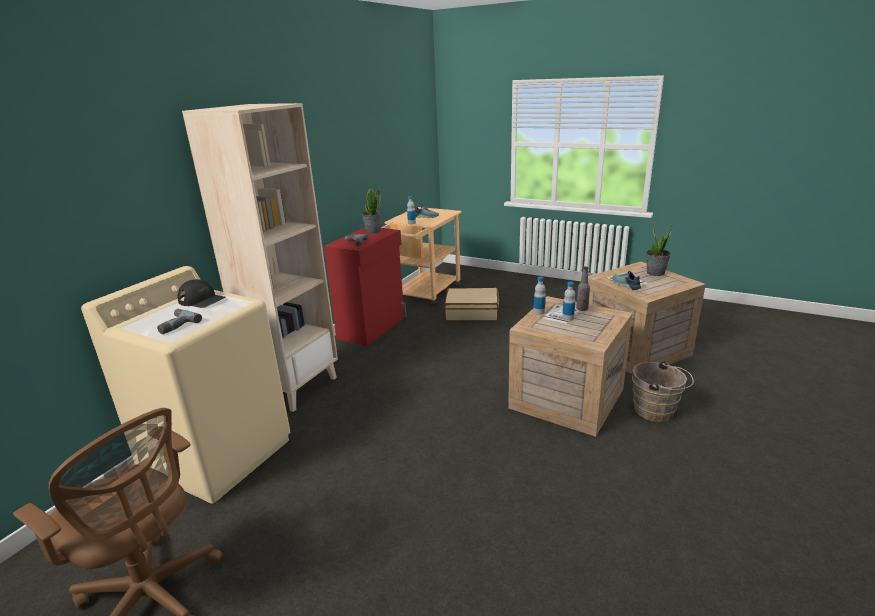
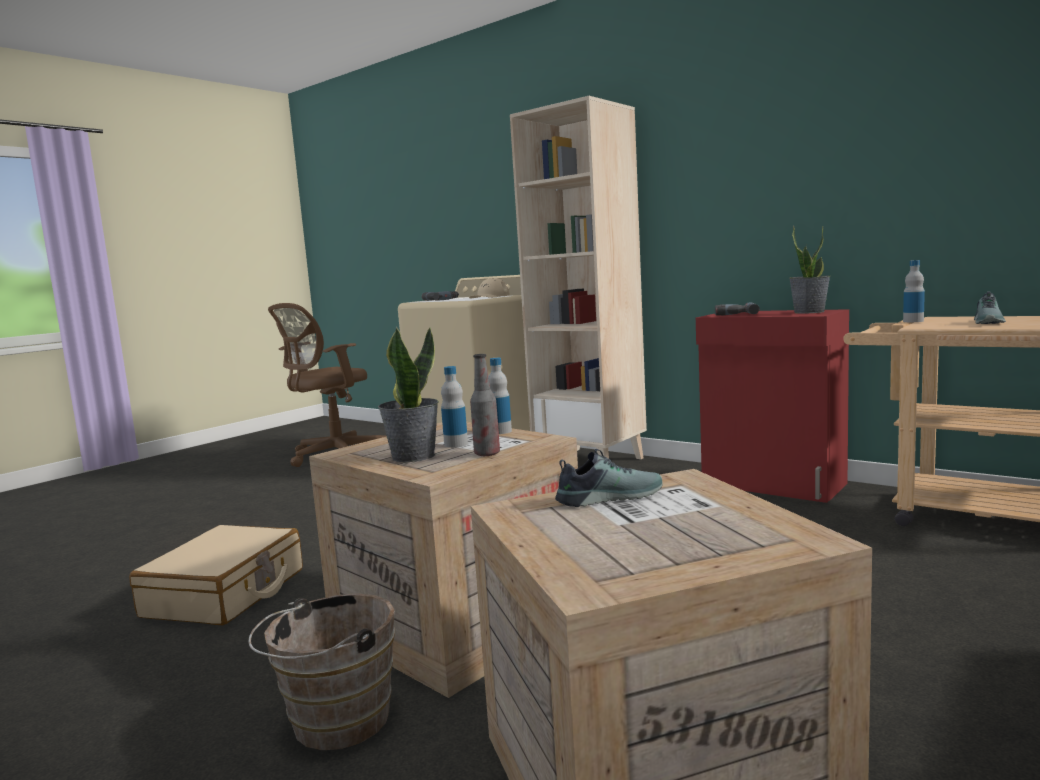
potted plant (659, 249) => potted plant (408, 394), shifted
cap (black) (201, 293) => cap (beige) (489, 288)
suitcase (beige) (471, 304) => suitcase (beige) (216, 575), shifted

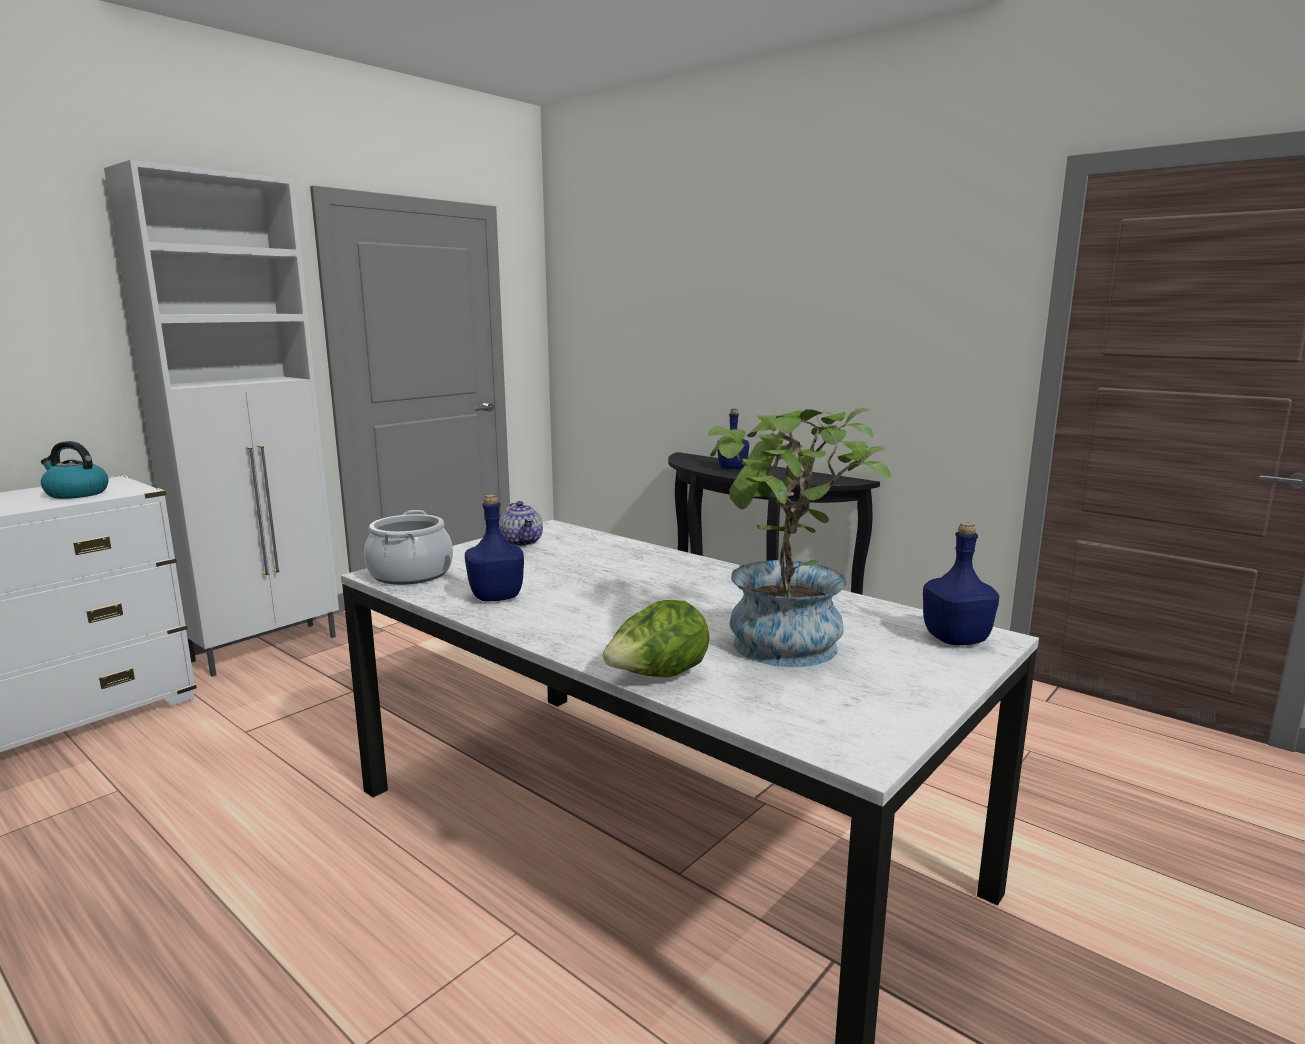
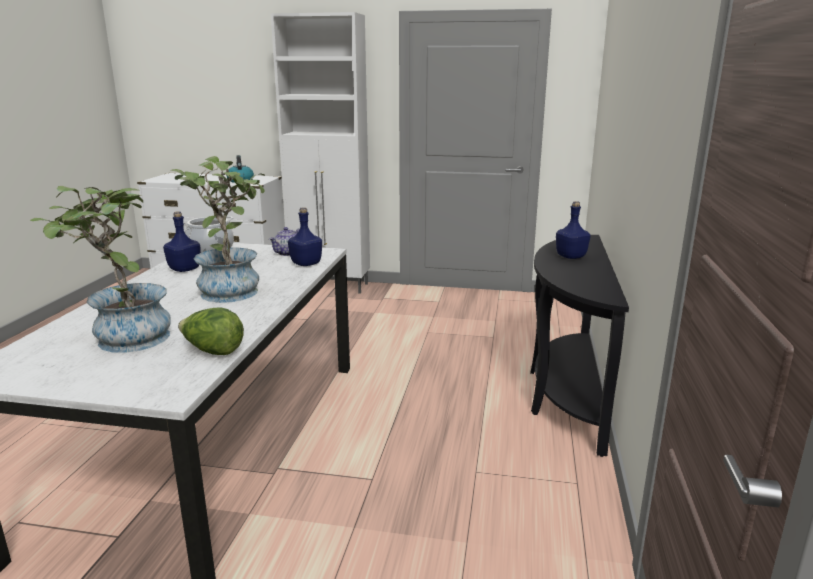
bottle (blue) (961, 583) => bottle (blue) (305, 236), shifted
lettuce (656, 638) => lettuce (211, 331), shifted
nothing => potted plant (217, 229)

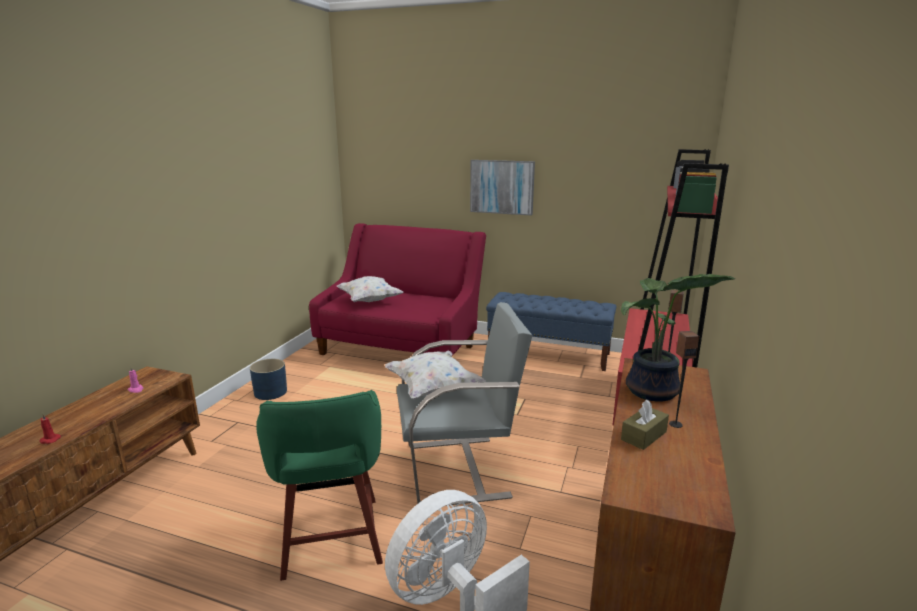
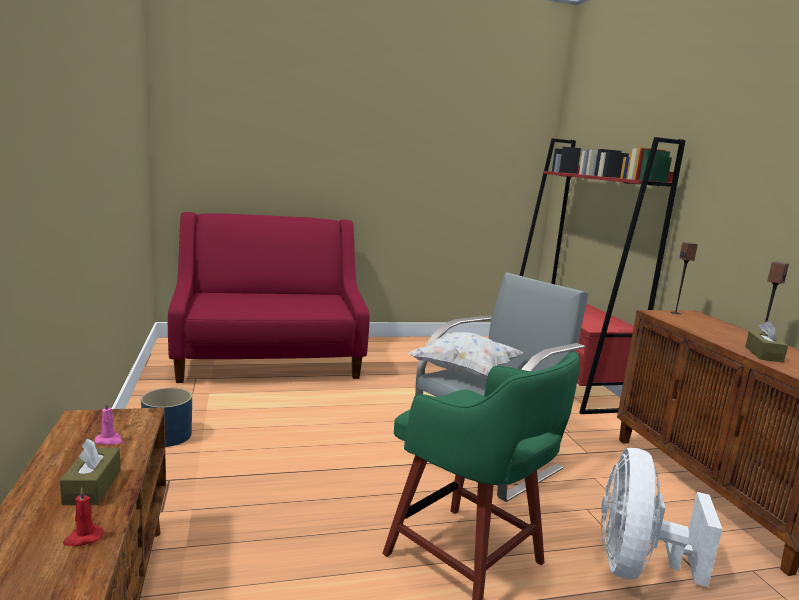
picture (502, 188) => nothing
potted plant (678, 338) => nothing
pillow (white) (370, 289) => nothing
bench (blue) (551, 331) => nothing
nothing => tissue box (brown) (90, 471)

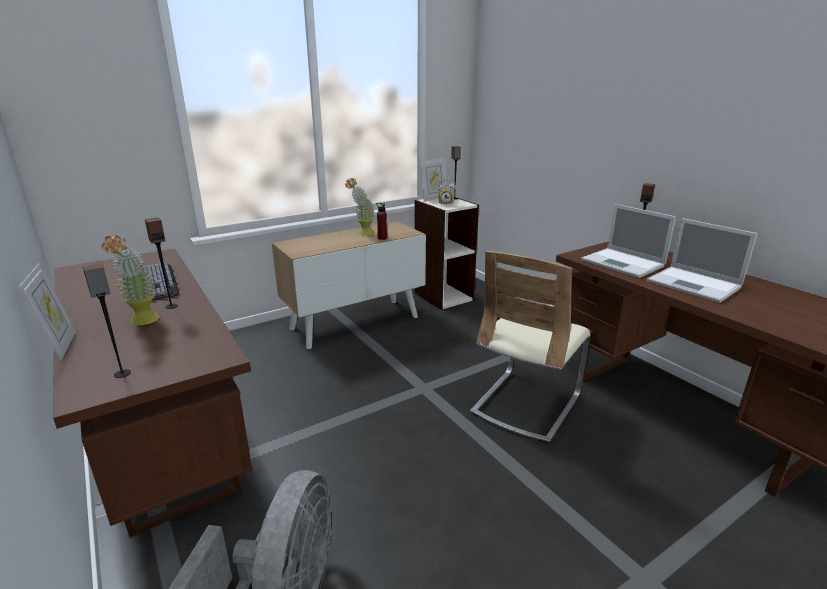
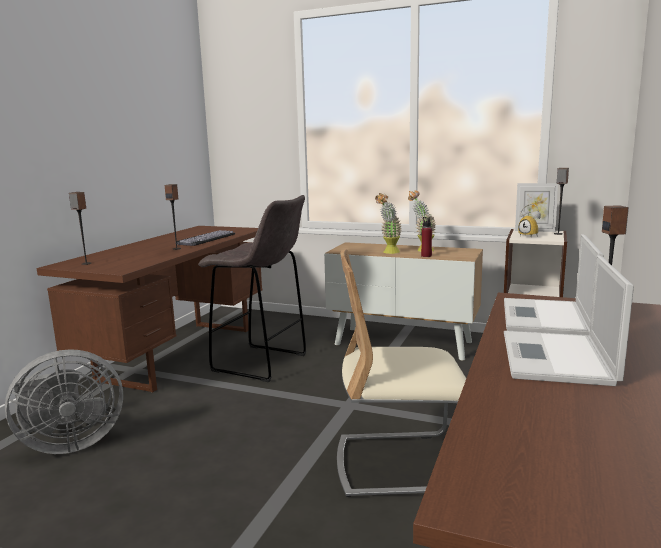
potted plant (130, 280) => potted plant (388, 223), shifted
picture frame (47, 312) => nothing
nothing => stool (grey) (252, 288)

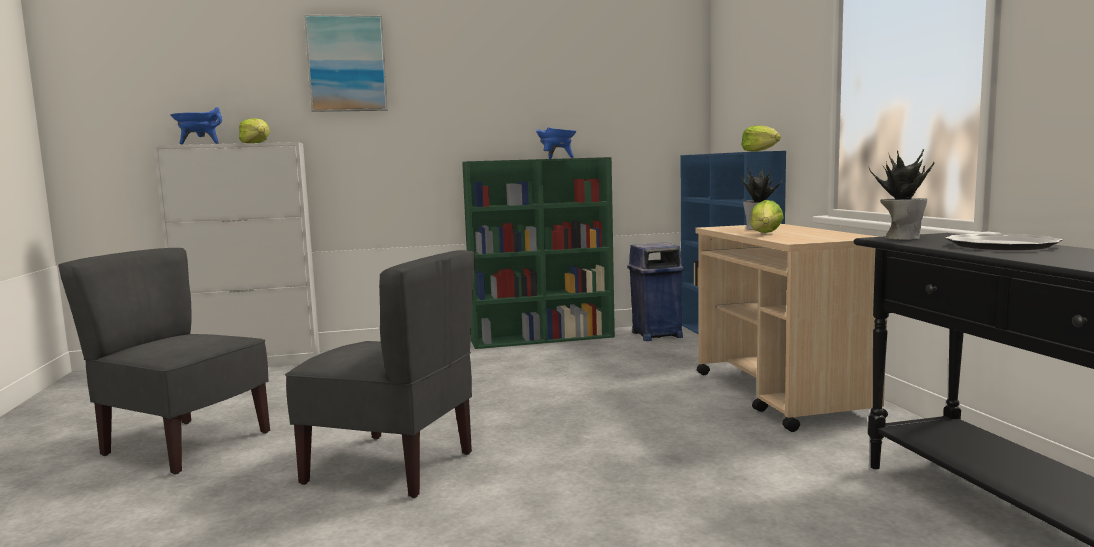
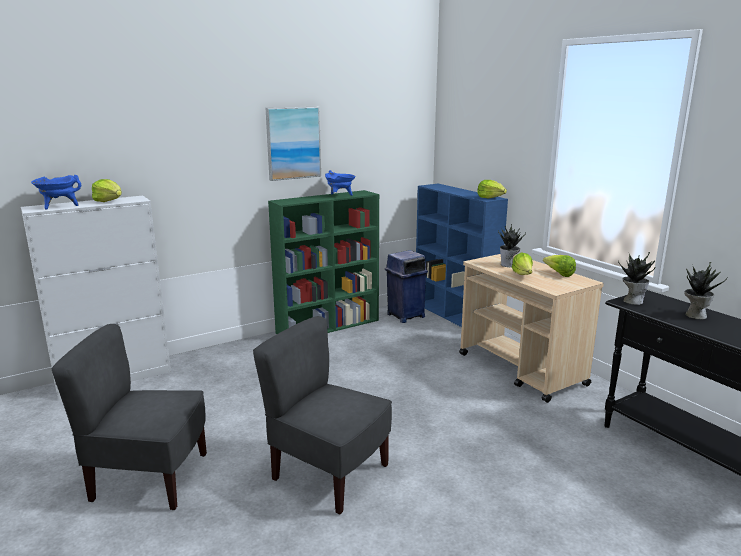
picture (346, 63) => picture (293, 144), shifted
plate (1003, 241) => potted plant (706, 290)
chair (grey) (380, 374) => chair (grey) (322, 415), 150 degrees counterclockwise
nothing => lettuce (559, 266)

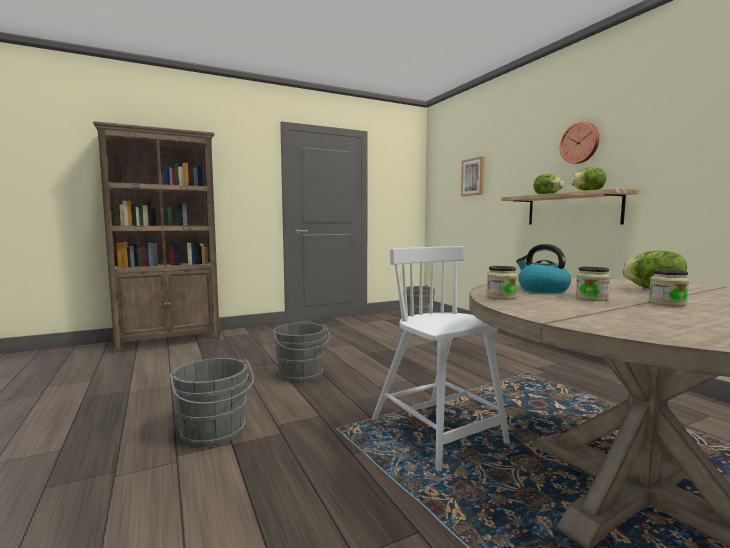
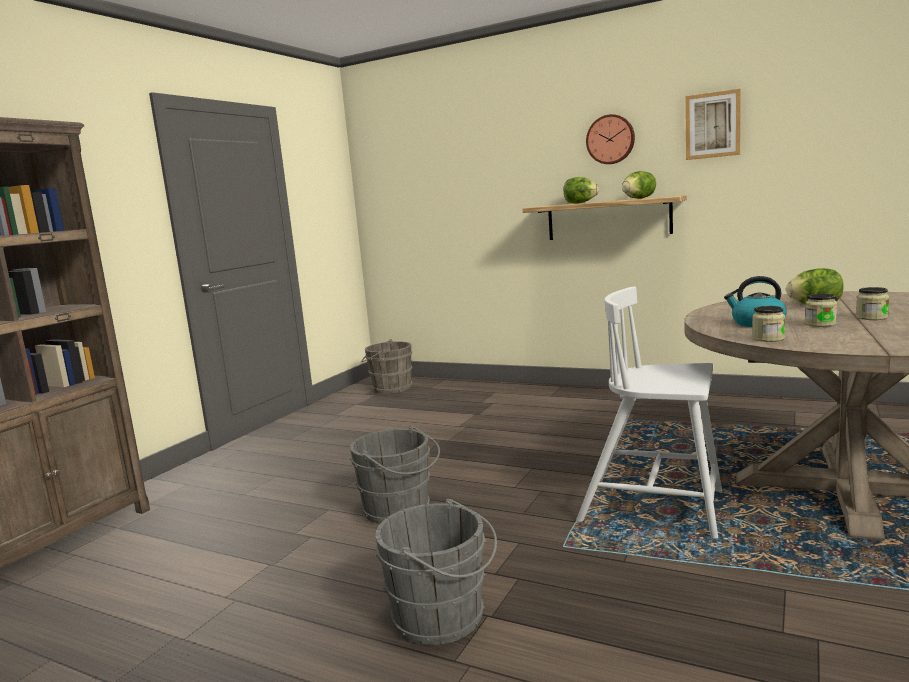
picture (472, 176) => picture (713, 124), shifted

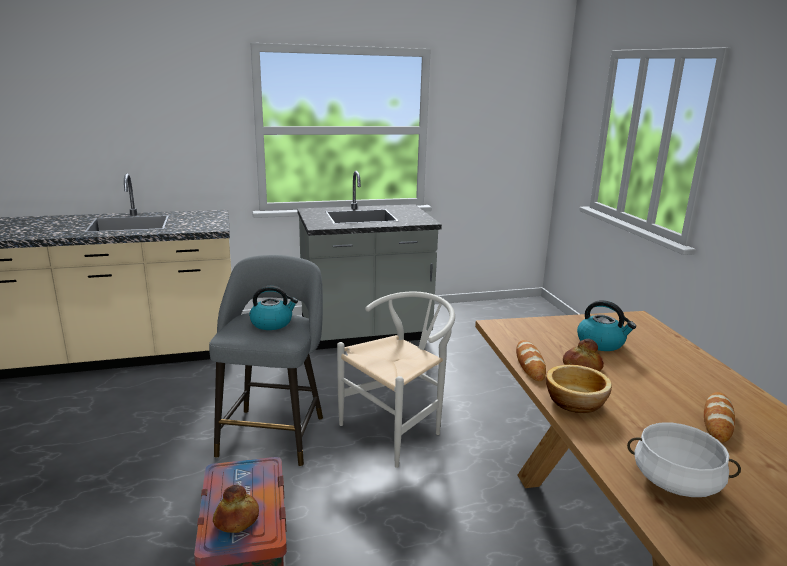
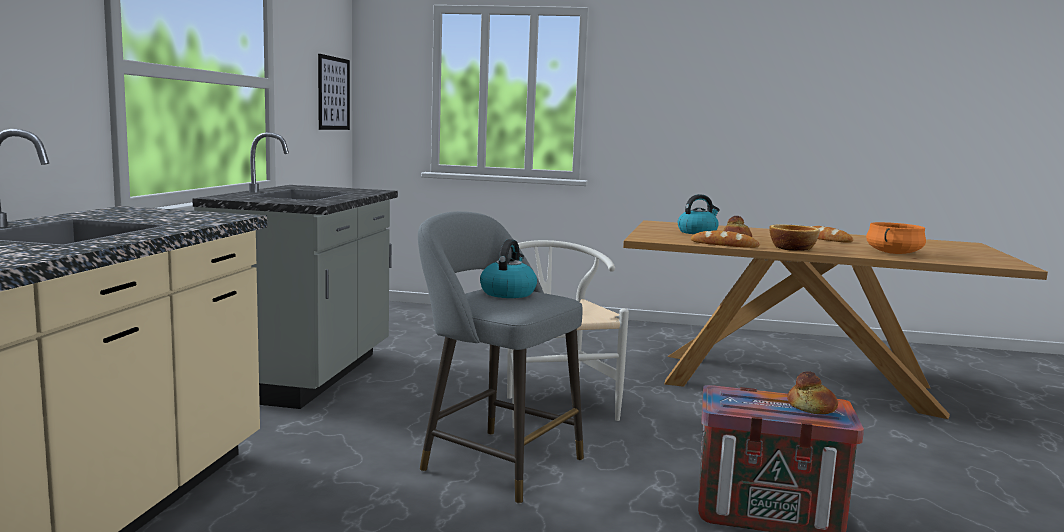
cooking pot (white) (684, 459) => cooking pot (orange) (896, 238)
nothing => picture (334, 92)

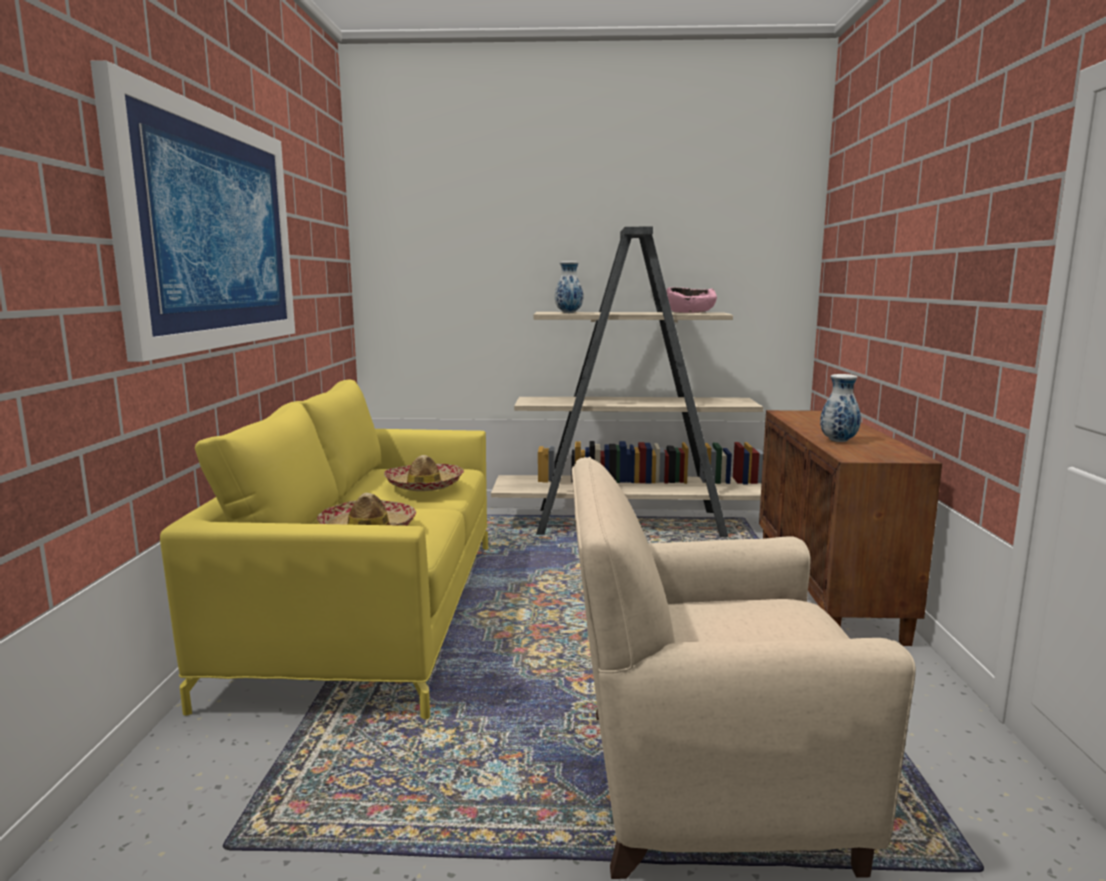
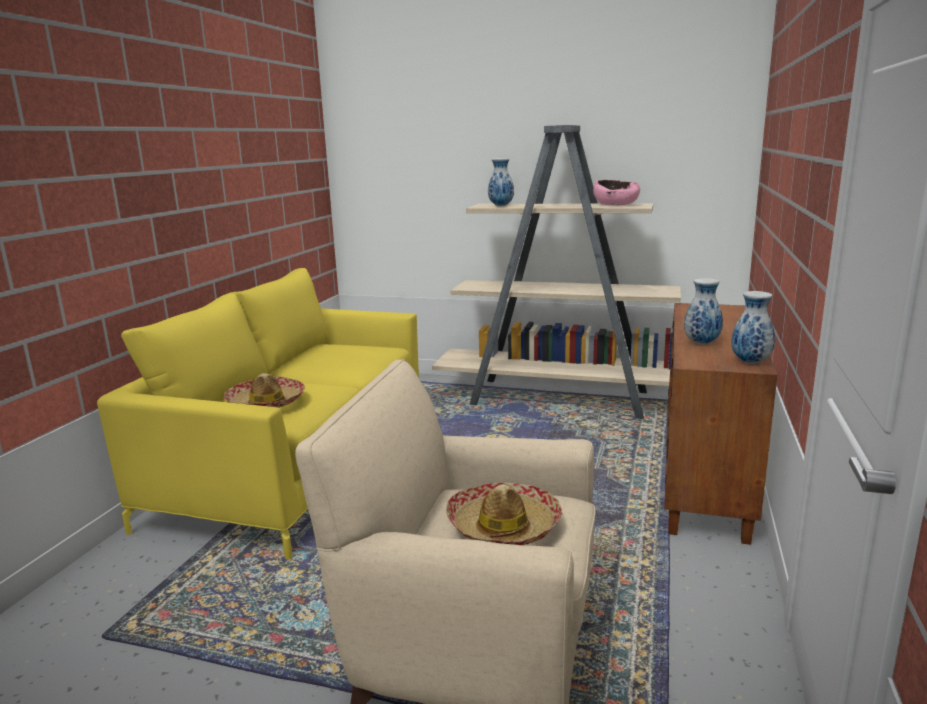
picture (192, 211) => nothing
hat (424, 473) => hat (504, 513), shifted
nothing => vase (753, 327)

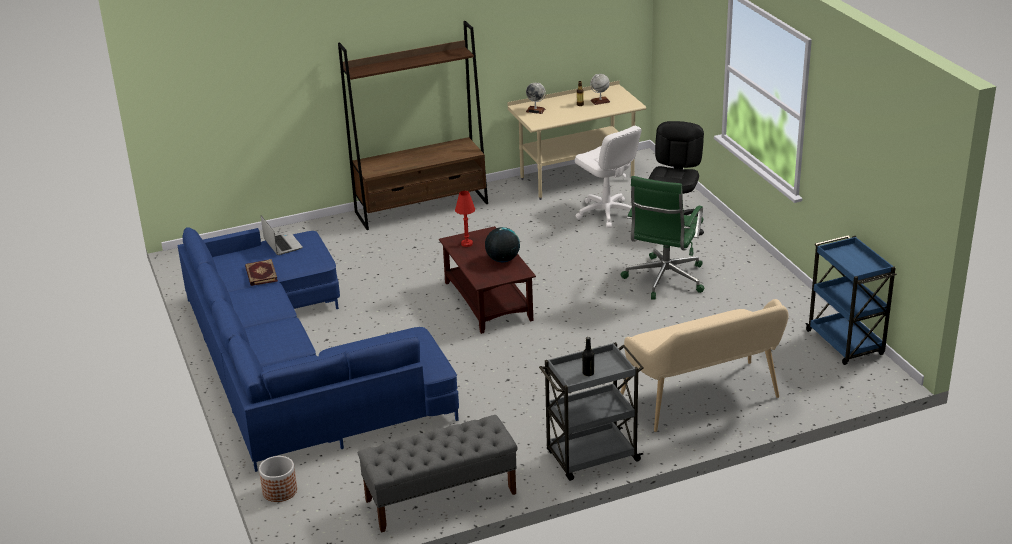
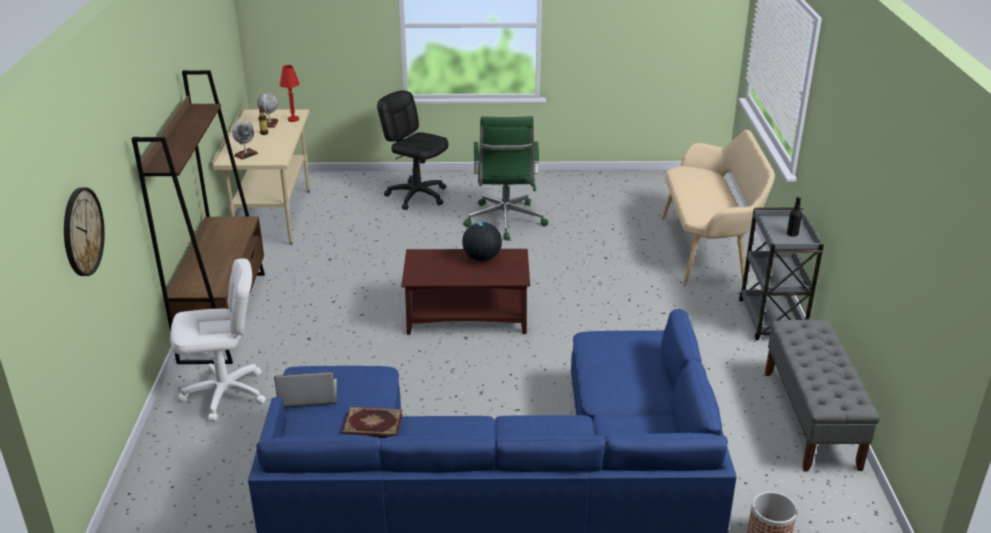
office chair (white) (608, 177) => office chair (white) (218, 340), shifted
office chair (green) (663, 238) => office chair (green) (505, 178), 45 degrees clockwise
table lamp (red) (465, 219) => table lamp (red) (290, 93), shifted
cart (blue) (851, 300) => nothing
nothing => wall clock (84, 231)

